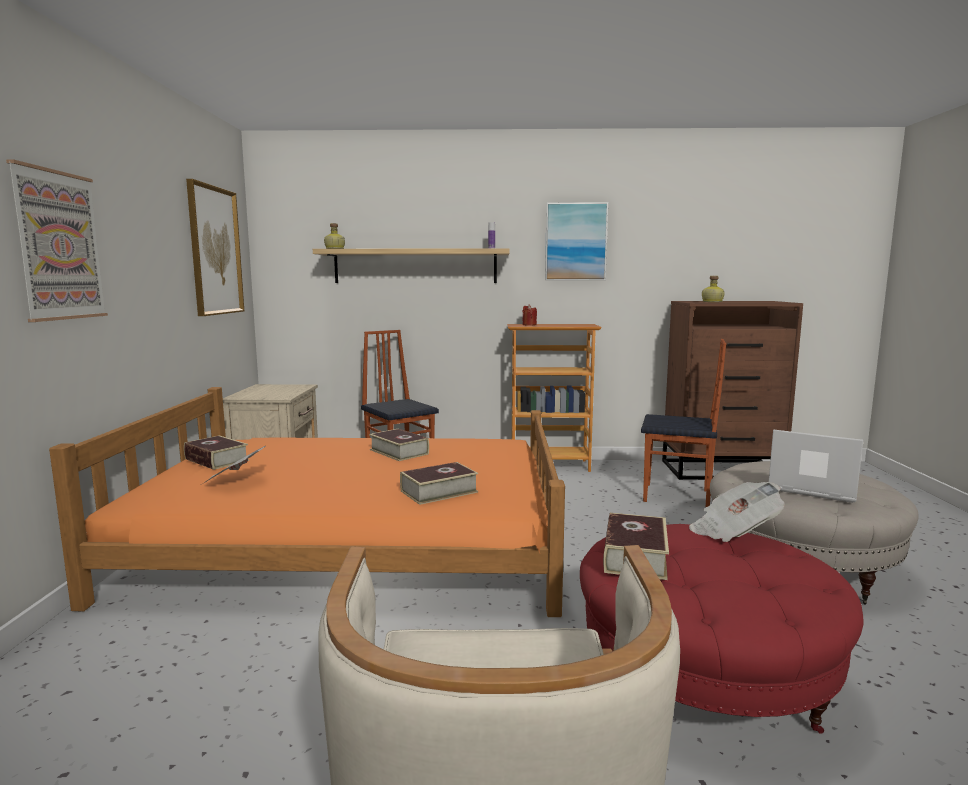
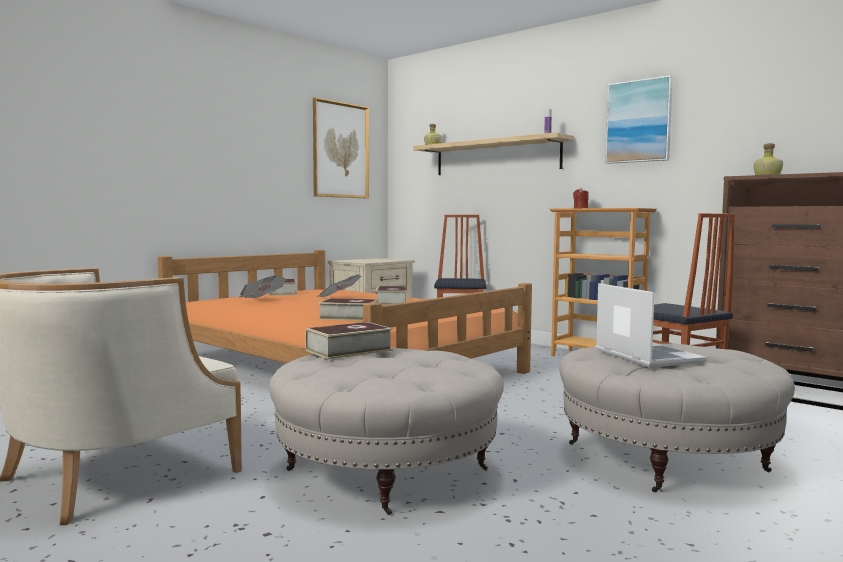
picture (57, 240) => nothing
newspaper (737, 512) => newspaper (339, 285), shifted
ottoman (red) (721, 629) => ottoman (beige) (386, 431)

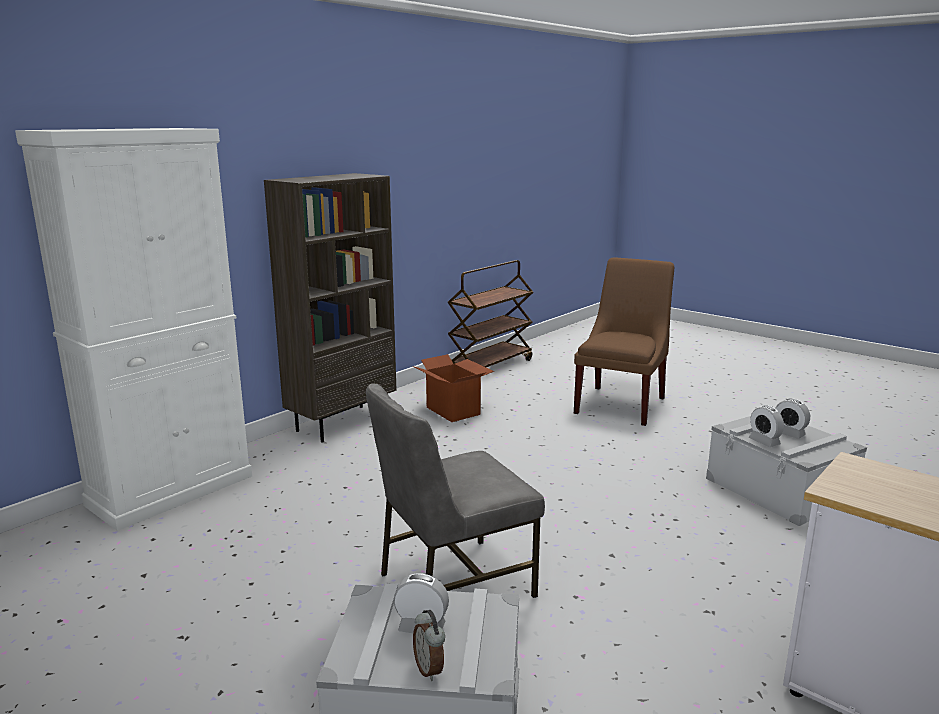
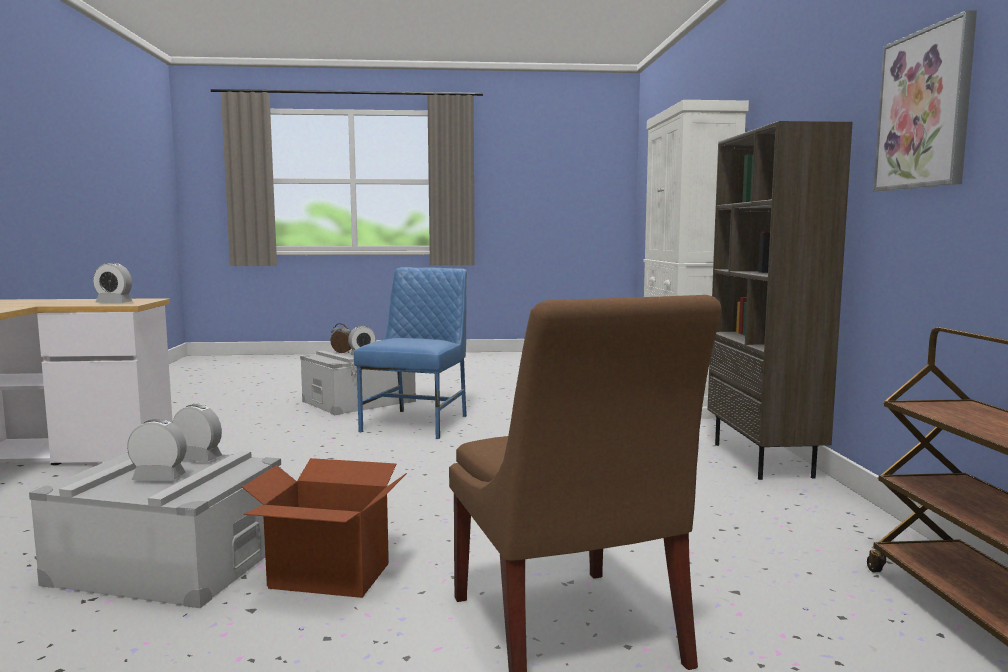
cardboard box (453, 388) => cardboard box (324, 528), shifted
chair (grey) (455, 490) => chair (blue) (410, 353)
nothing => picture (925, 101)
nothing => alarm clock (112, 283)

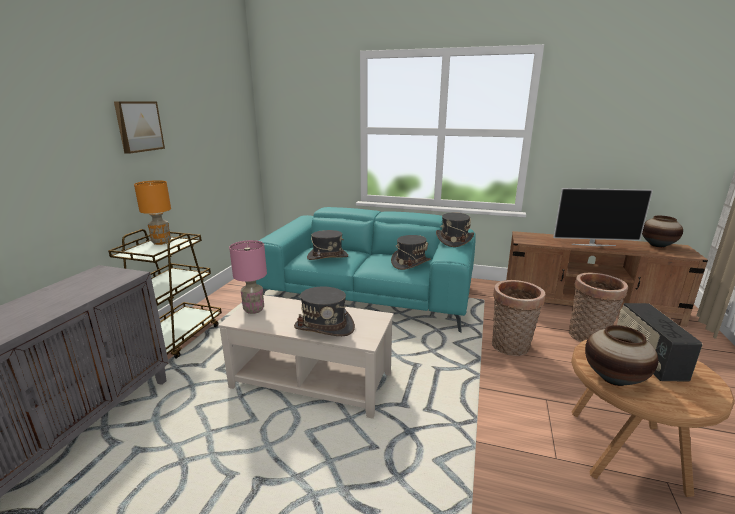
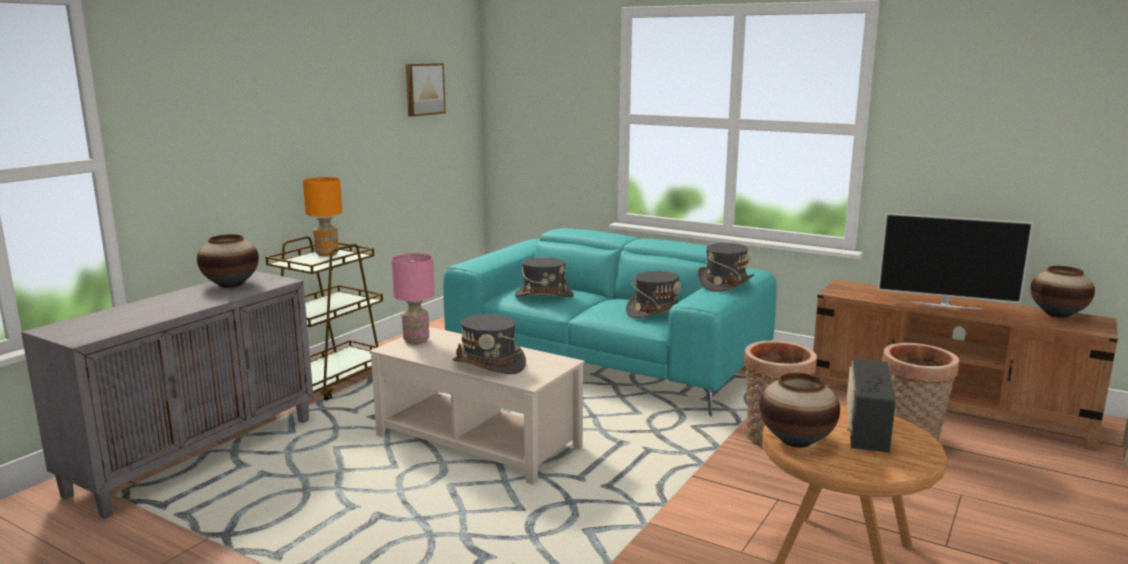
picture (139, 127) => picture (426, 90), shifted
nothing => vase (228, 261)

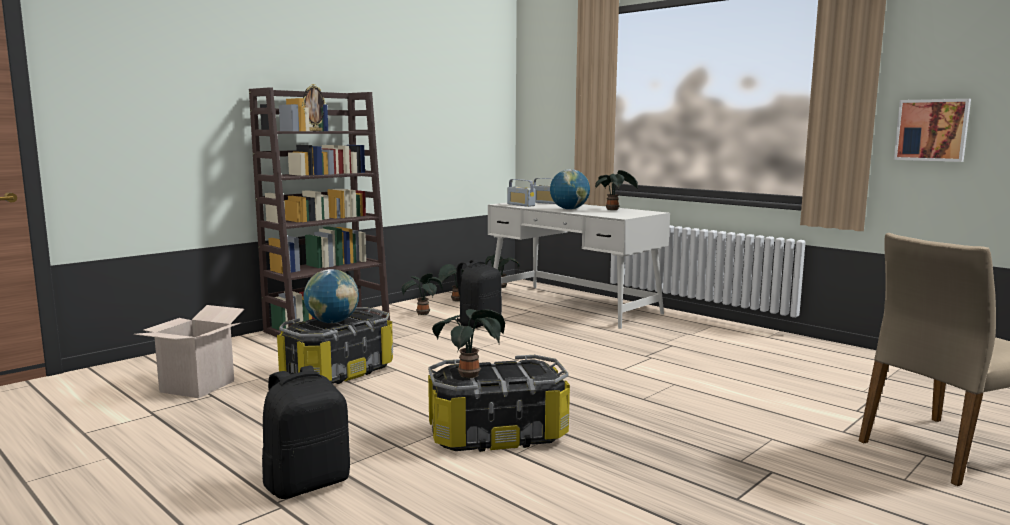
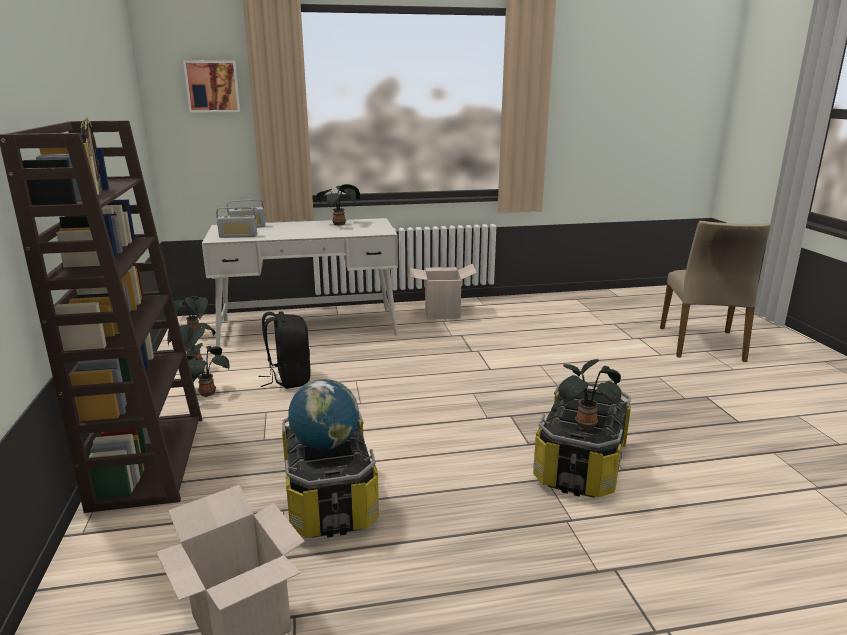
picture (932, 130) => picture (211, 87), shifted
globe (570, 189) => nothing
backpack (black) (306, 432) => nothing
nothing => cardboard box (443, 291)

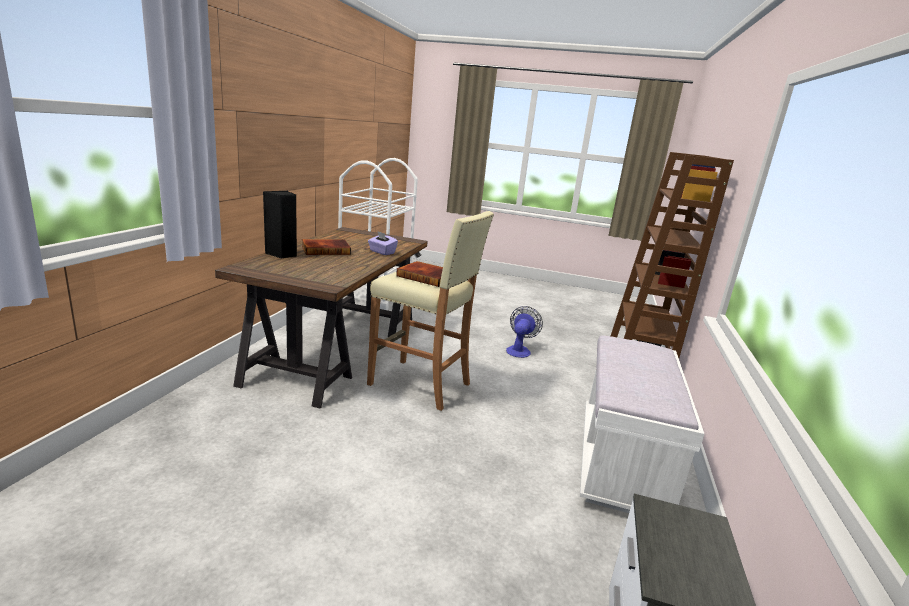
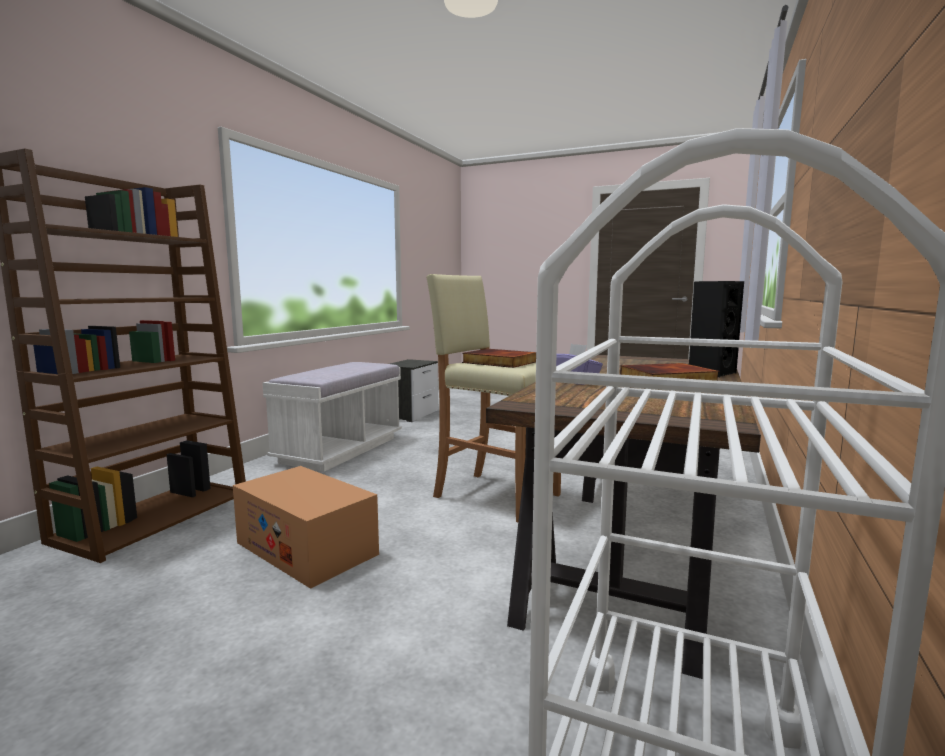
fan (524, 332) => cardboard box (306, 527)

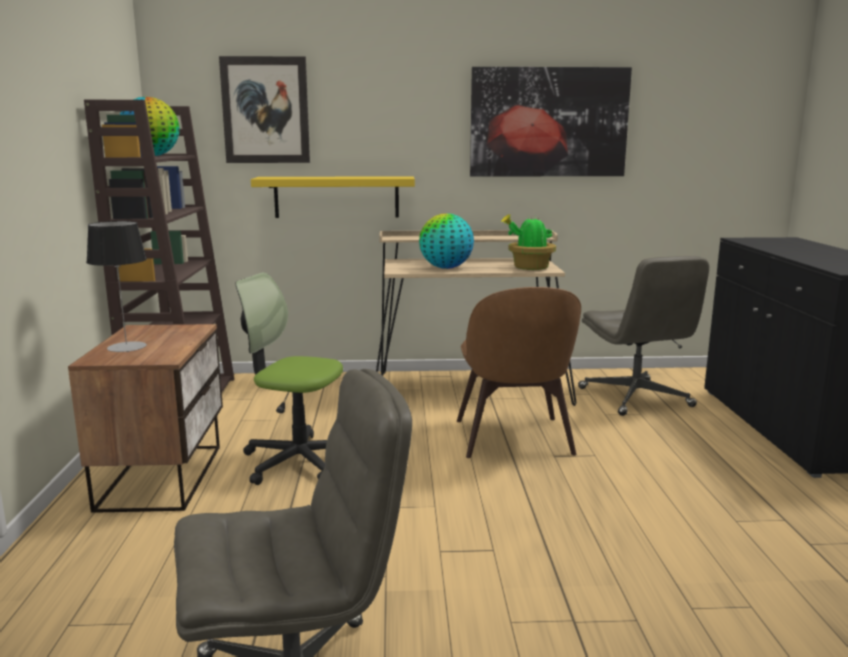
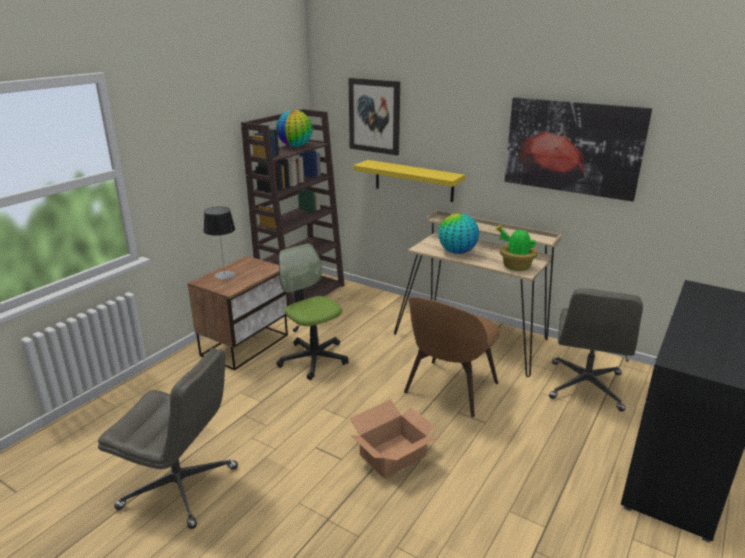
nothing => cardboard box (395, 439)

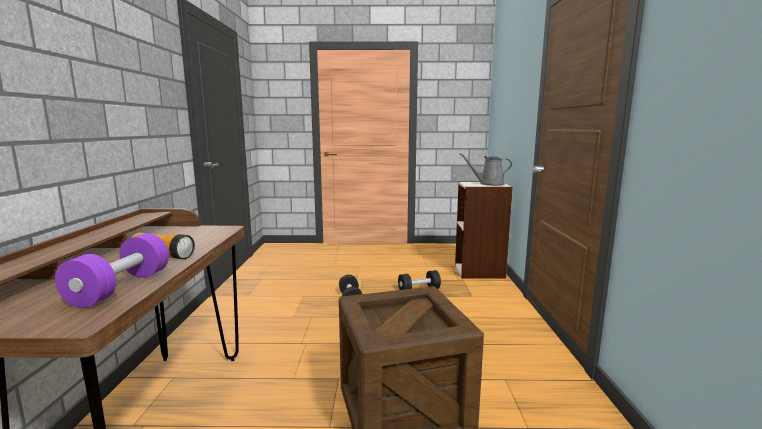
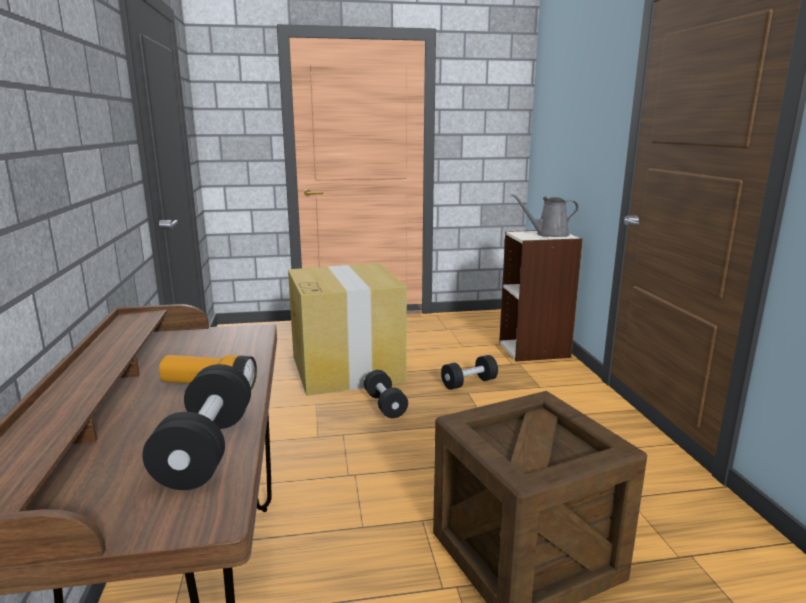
dumbbell (purple) (112, 270) => dumbbell (black) (196, 427)
nothing => cardboard box (347, 329)

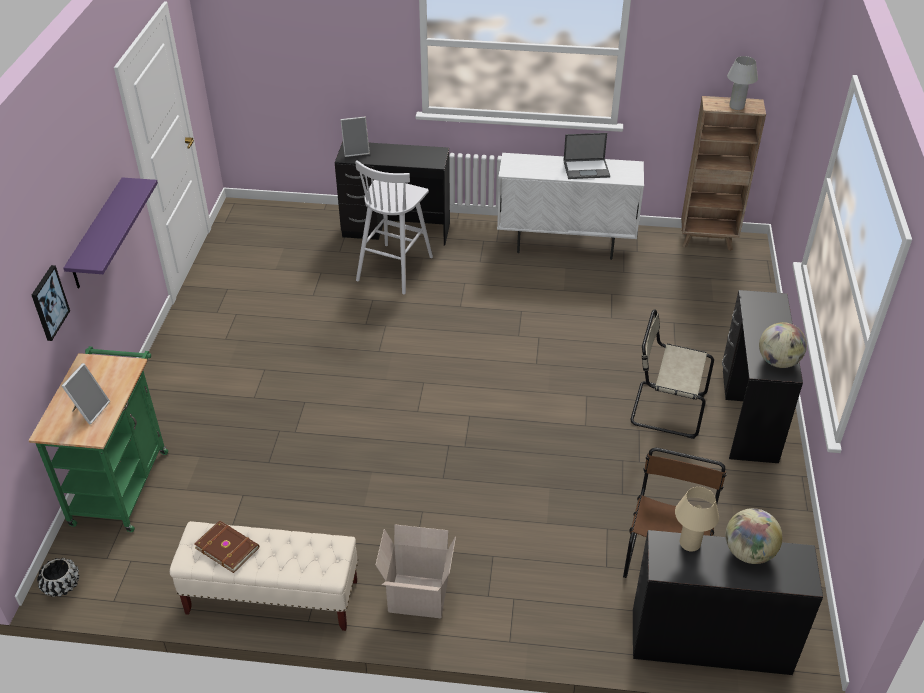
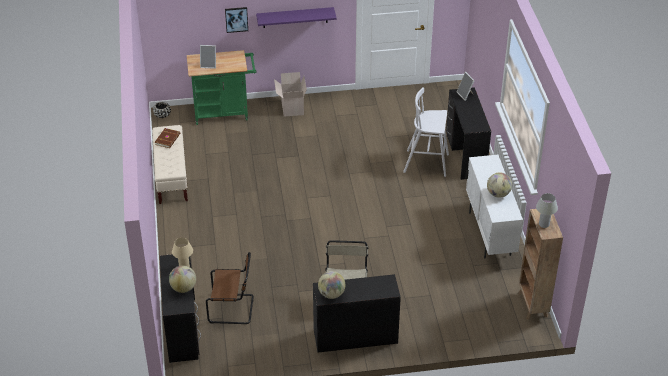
laptop (586, 156) => globe (499, 185)
cardboard box (416, 571) => cardboard box (290, 94), shifted

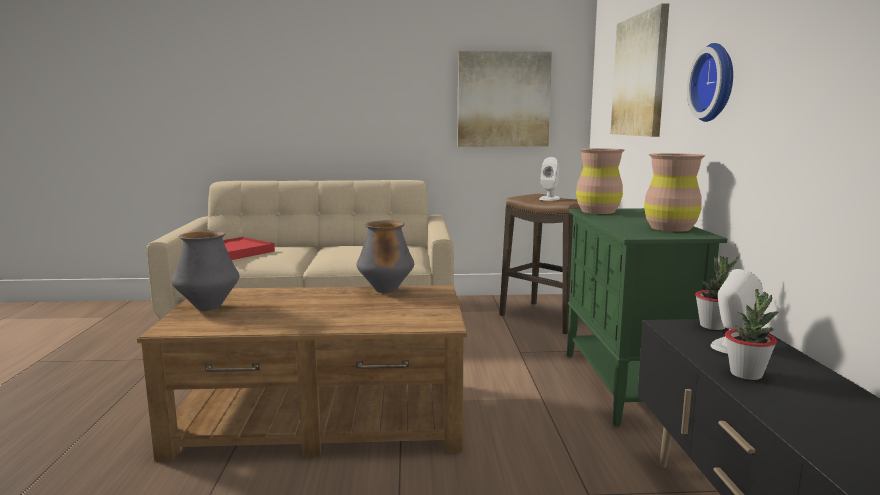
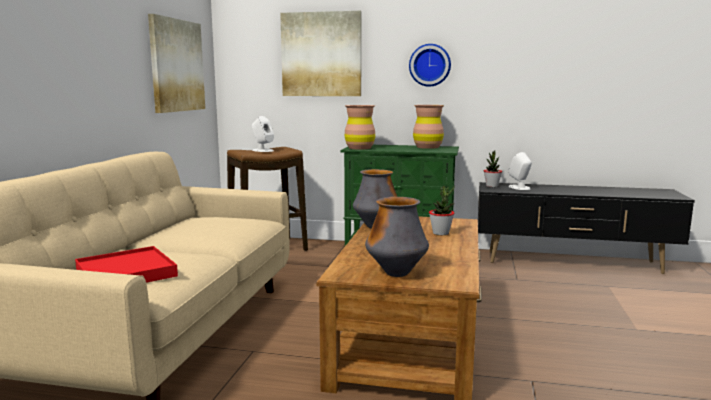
potted plant (751, 334) => potted plant (442, 210), shifted

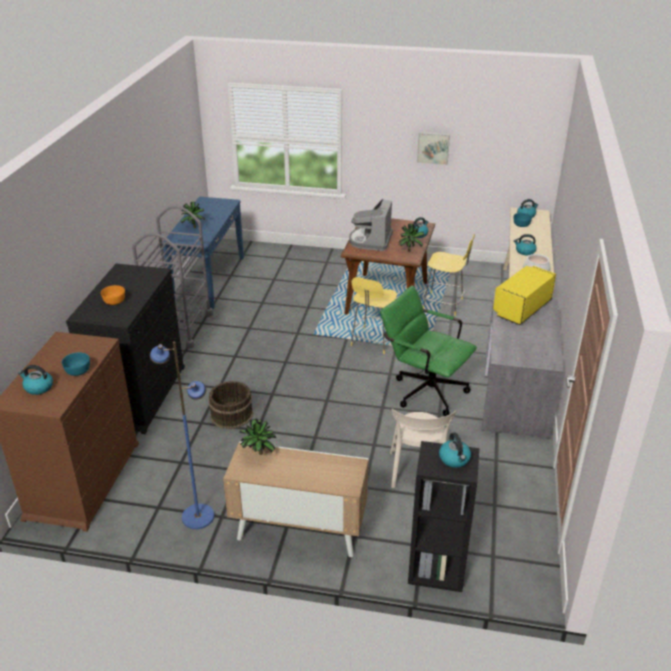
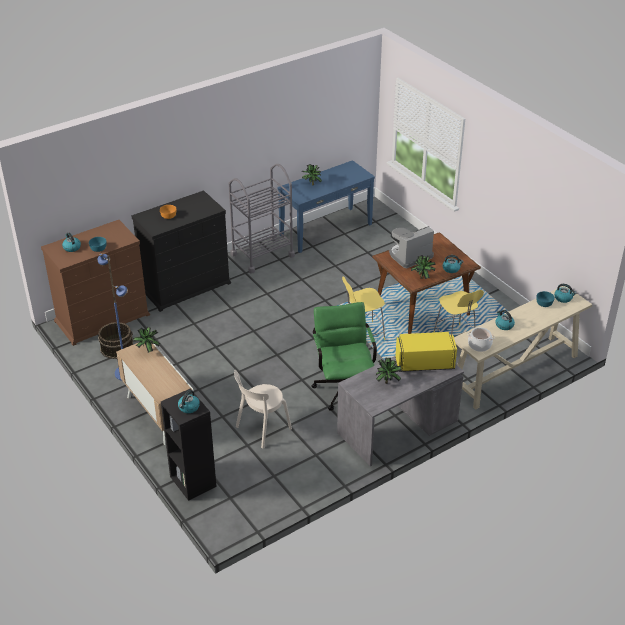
picture (433, 148) => nothing
bucket (brown) (230, 405) => bucket (brown) (115, 340), shifted
nothing => potted plant (389, 371)

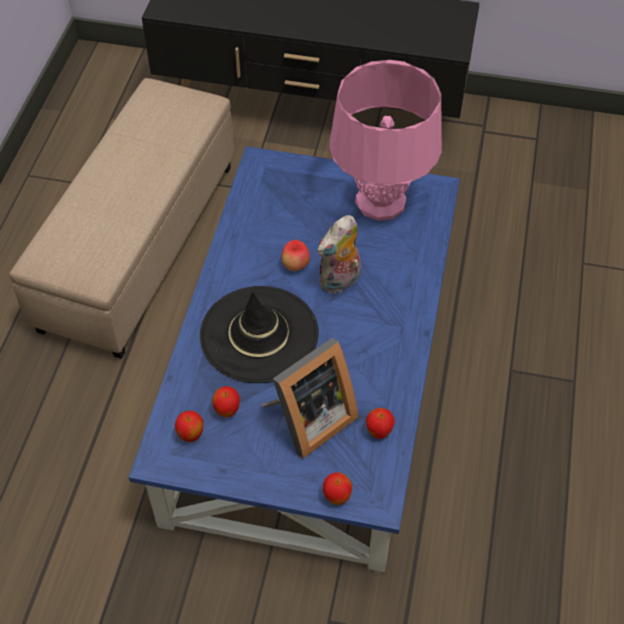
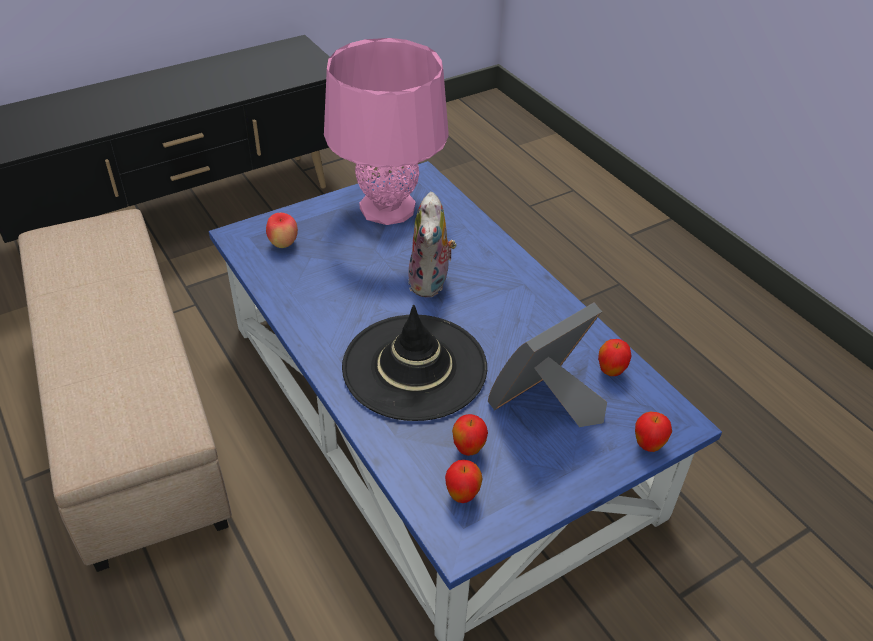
apple (296, 255) => apple (282, 230), shifted
picture frame (309, 398) => picture frame (547, 365), 135 degrees counterclockwise

